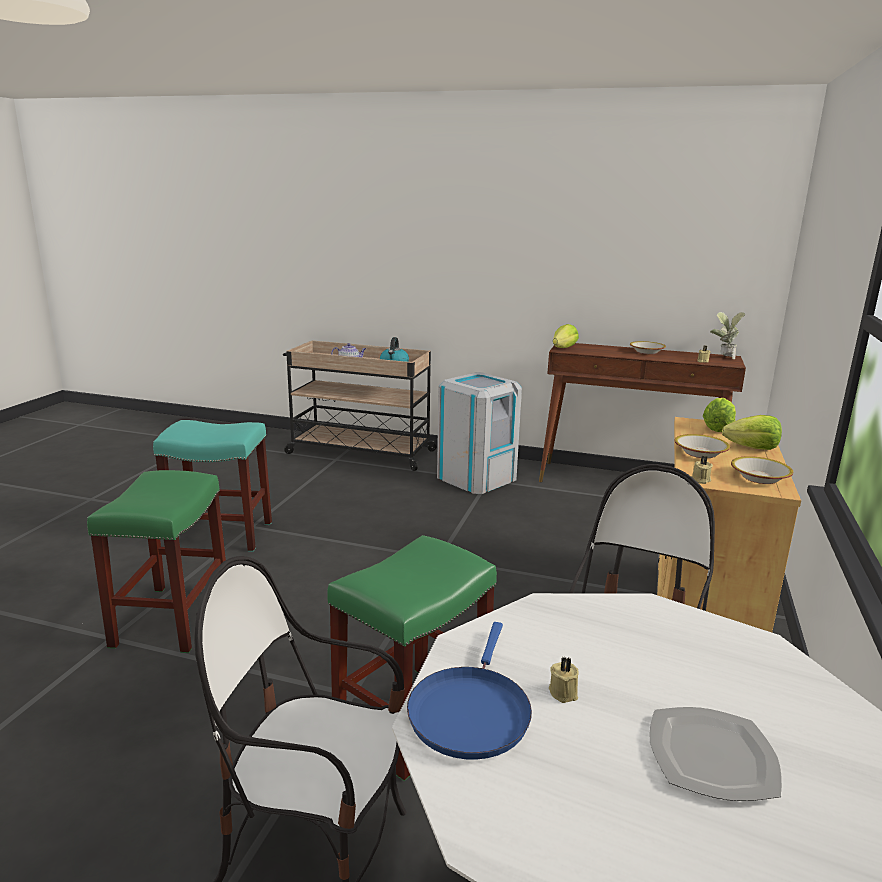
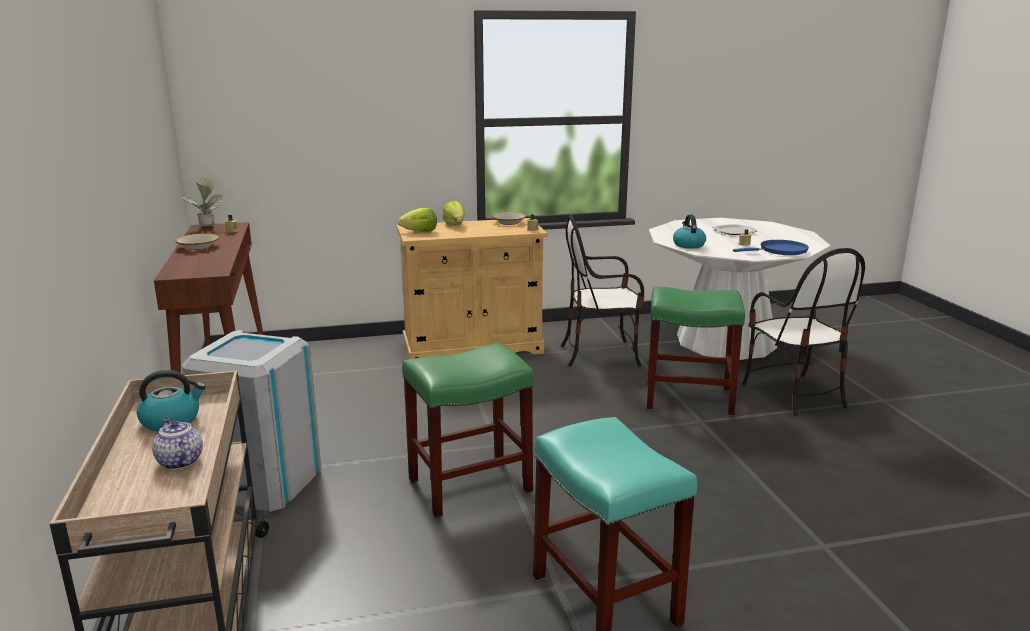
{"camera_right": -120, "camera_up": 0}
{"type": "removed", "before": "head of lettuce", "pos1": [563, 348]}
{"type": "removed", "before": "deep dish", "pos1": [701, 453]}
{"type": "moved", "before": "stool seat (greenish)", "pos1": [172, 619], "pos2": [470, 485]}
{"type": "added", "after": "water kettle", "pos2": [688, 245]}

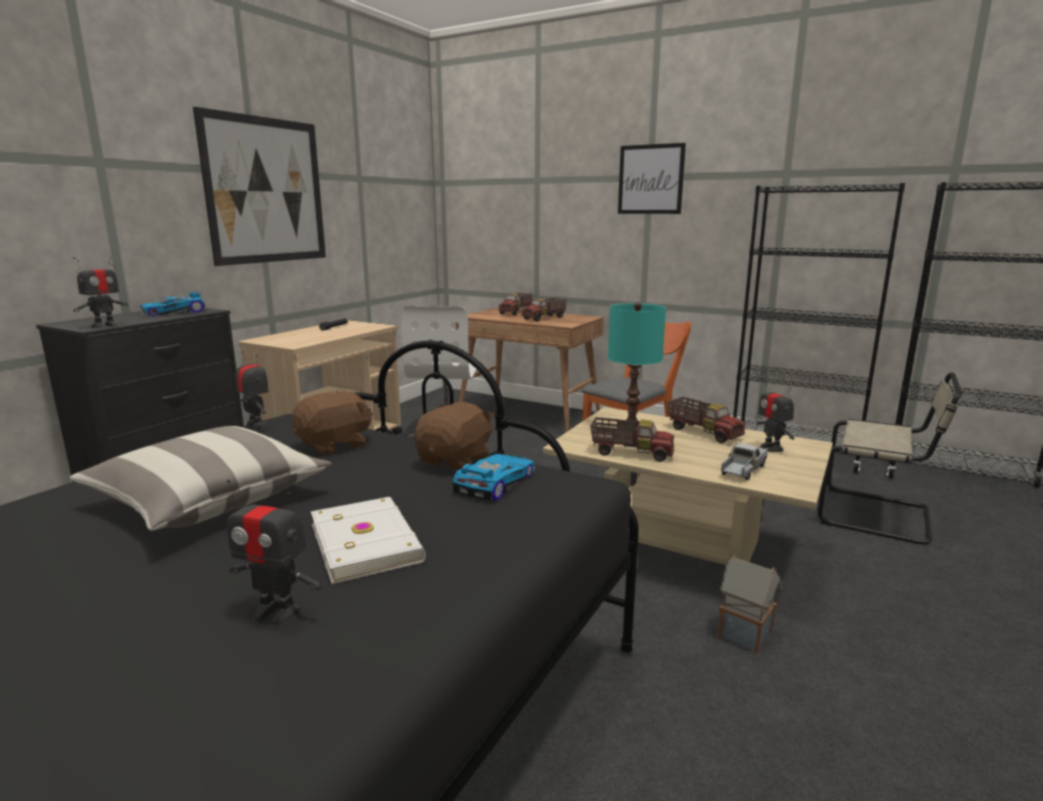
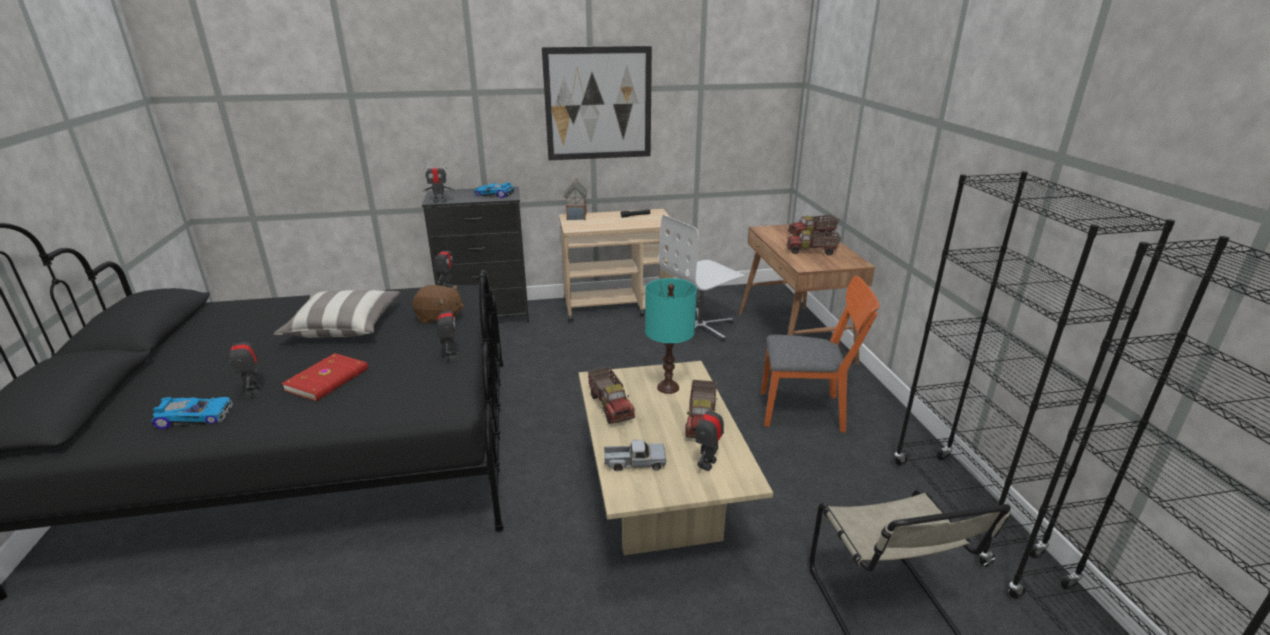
{"camera_right": 50, "camera_up": 10}
{"type": "removed", "before": "wall art", "pos1": [650, 179]}
{"type": "replaced", "before": "cuddly toy (brown)", "after": "robot figure", "pos1": [456, 460], "pos2": [450, 356]}
{"type": "moved", "before": "toy car", "pos1": [493, 483], "pos2": [195, 416]}
{"type": "recoloured", "before": "bound book (whitish)", "after": "bound book (red)", "pos1": [368, 542], "pos2": [328, 380]}
{"type": "moved", "before": "miniature house", "pos1": [746, 634], "pos2": [576, 217]}

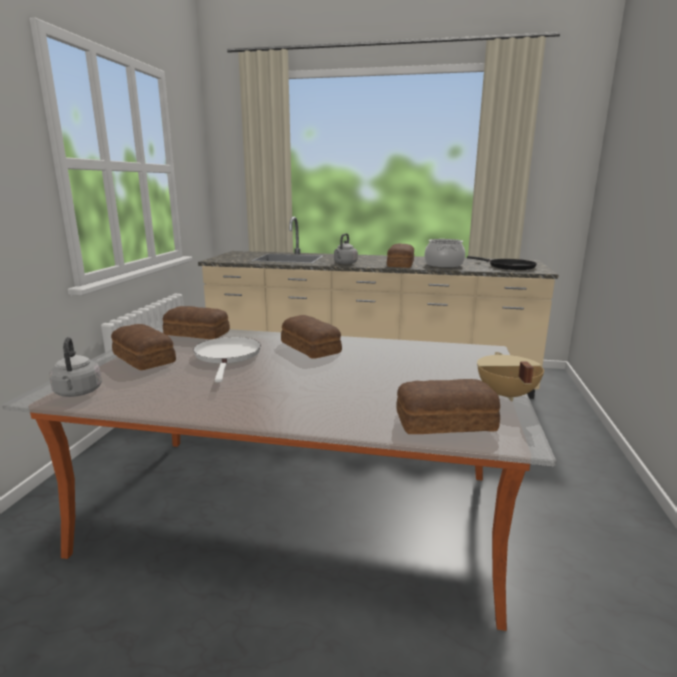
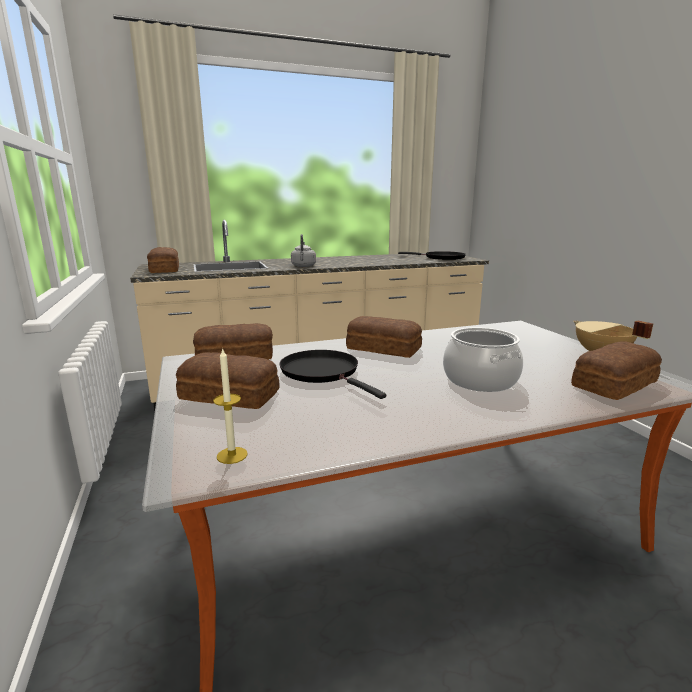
{"camera_right": -30, "camera_up": 0}
{"type": "moved", "before": "saucepot", "pos1": [444, 265], "pos2": [480, 380]}
{"type": "moved", "before": "bakery bread", "pos1": [399, 264], "pos2": [164, 269]}
{"type": "replaced", "before": "water kettle (grey)", "after": "wax candle", "pos1": [78, 393], "pos2": [232, 455]}
{"type": "recoloured", "before": "skillet (whitish)", "after": "skillet (black-coloured)", "pos1": [228, 356], "pos2": [323, 372]}

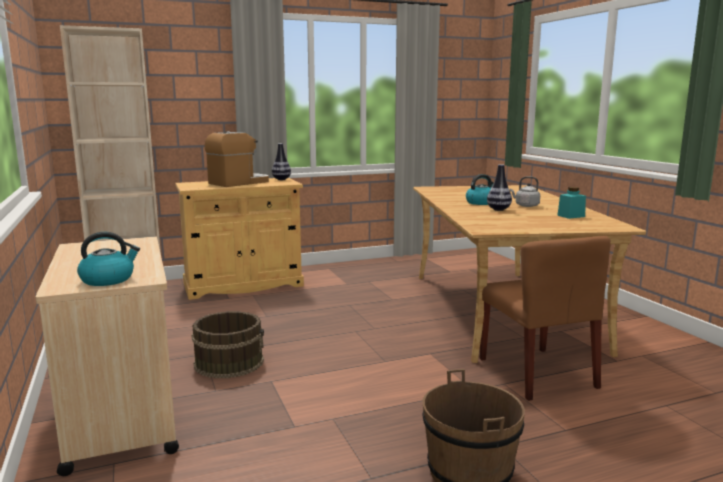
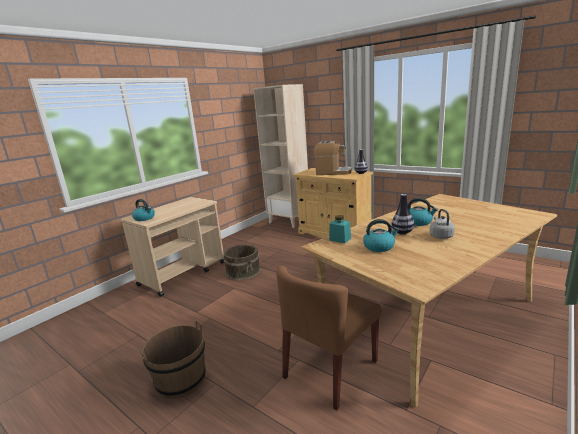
{"camera_right": 60, "camera_up": 5}
{"type": "moved", "before": "preserve jar (blue-green)", "pos1": [571, 216], "pos2": [340, 239]}
{"type": "added", "after": "water kettle", "pos2": [379, 247]}

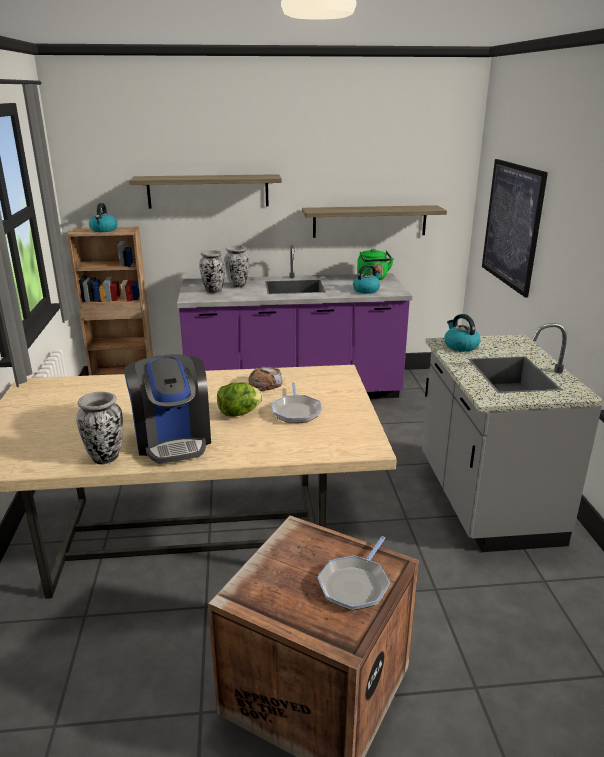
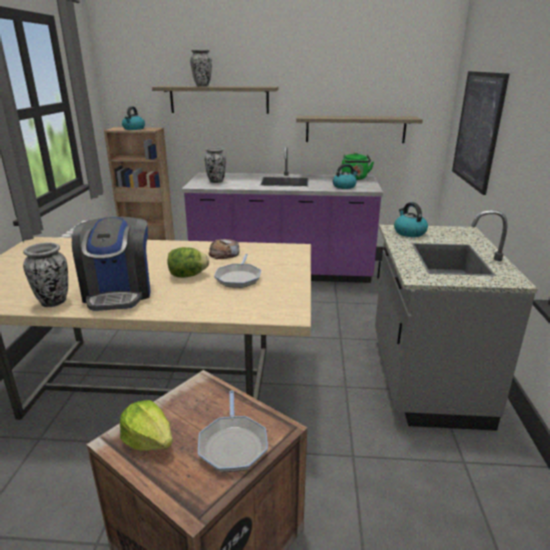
{"camera_right": 10, "camera_up": 0}
{"type": "moved", "before": "decorative vase", "pos1": [238, 285], "pos2": [202, 86]}
{"type": "turned", "before": "skillet", "pos1": [355, 584], "pos2": [233, 444], "turn": -45}
{"type": "added", "after": "head of lettuce", "pos2": [149, 440]}

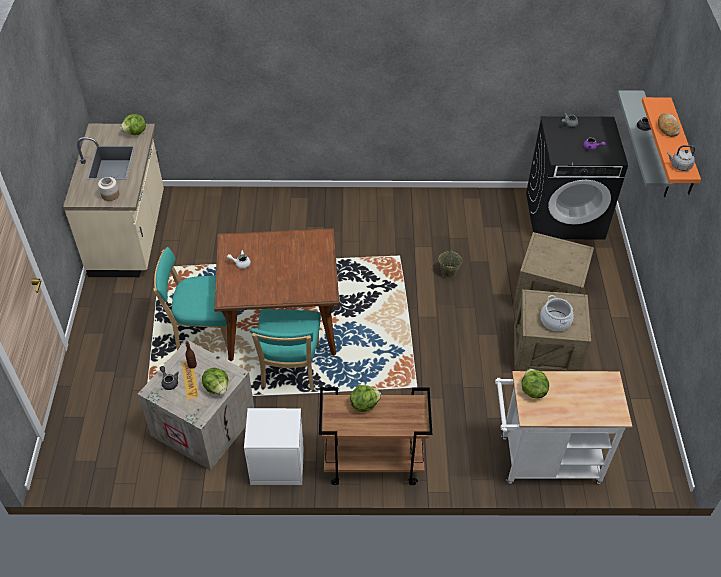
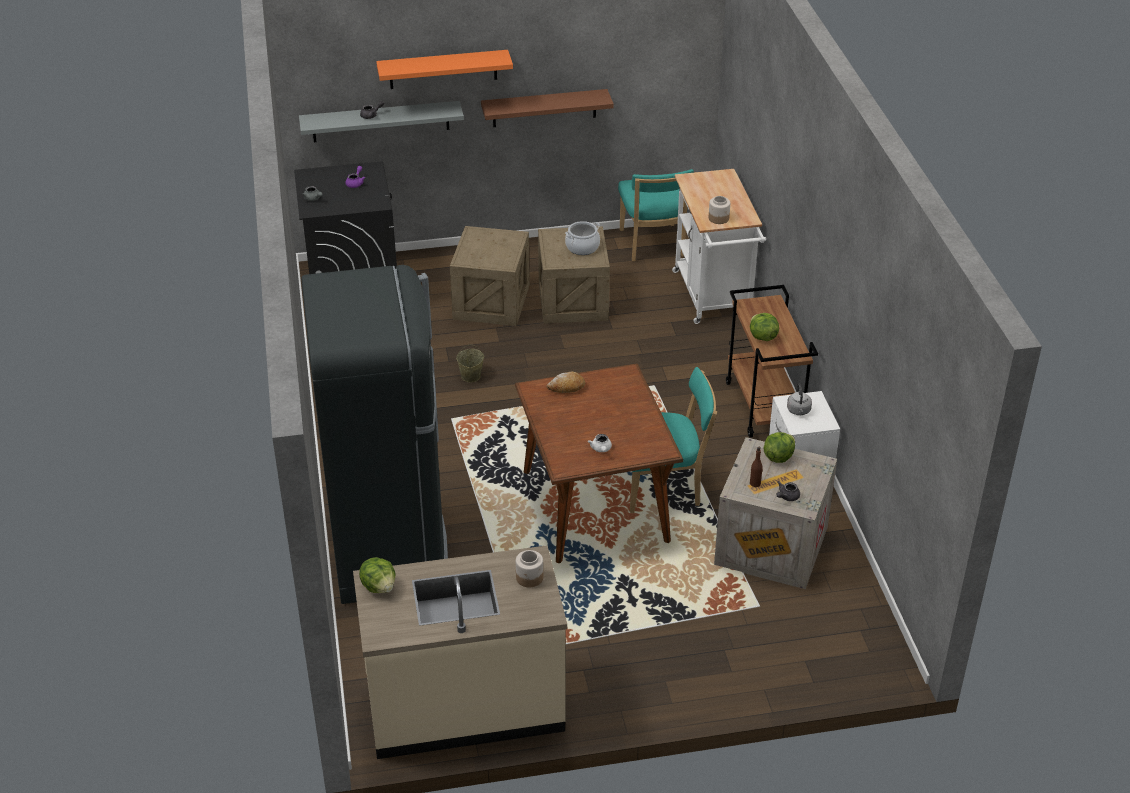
{"camera_right": -100, "camera_up": -10}
{"type": "moved", "before": "bakery bread", "pos1": [667, 128], "pos2": [566, 387]}
{"type": "moved", "before": "water kettle (grey)", "pos1": [679, 166], "pos2": [798, 411]}
{"type": "moved", "before": "upright chair (blue-green)", "pos1": [203, 331], "pos2": [653, 245]}
{"type": "replaced", "before": "head of lettuce", "after": "preserve jar", "pos1": [532, 390], "pos2": [719, 218]}
{"type": "added", "after": "bracket shelf (brown)", "pos2": [544, 108]}
{"type": "added", "after": "fridge (black-coloured)", "pos2": [389, 548]}

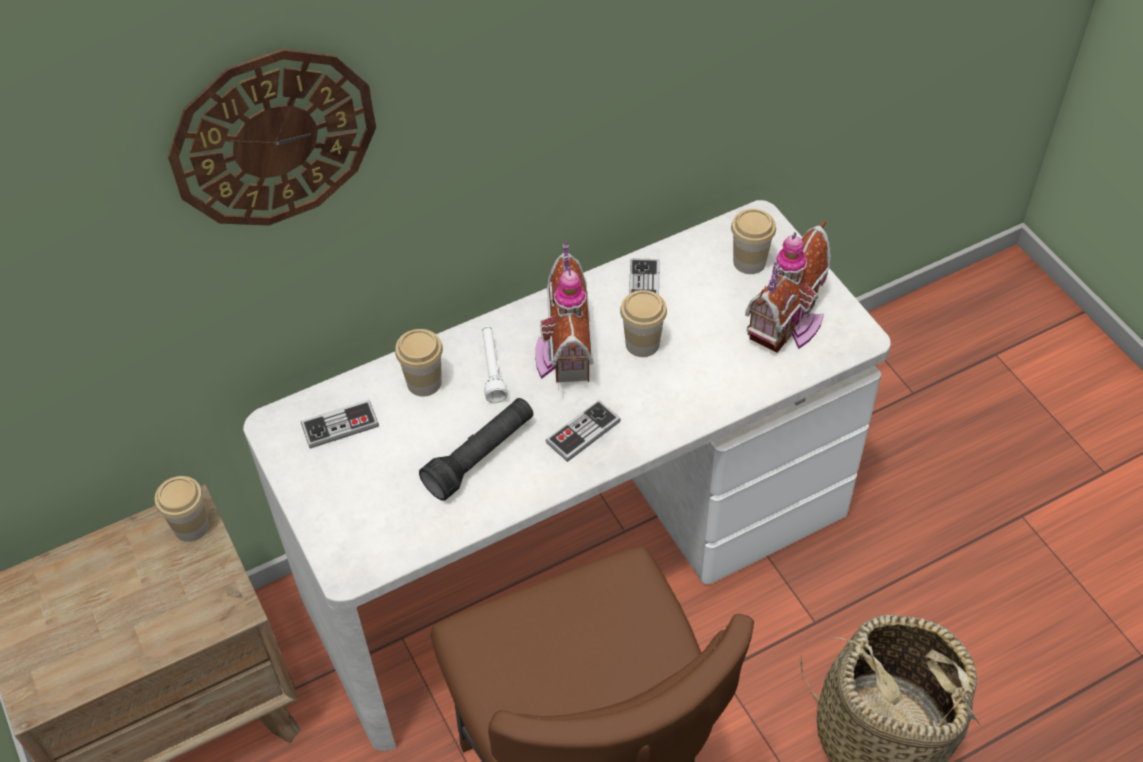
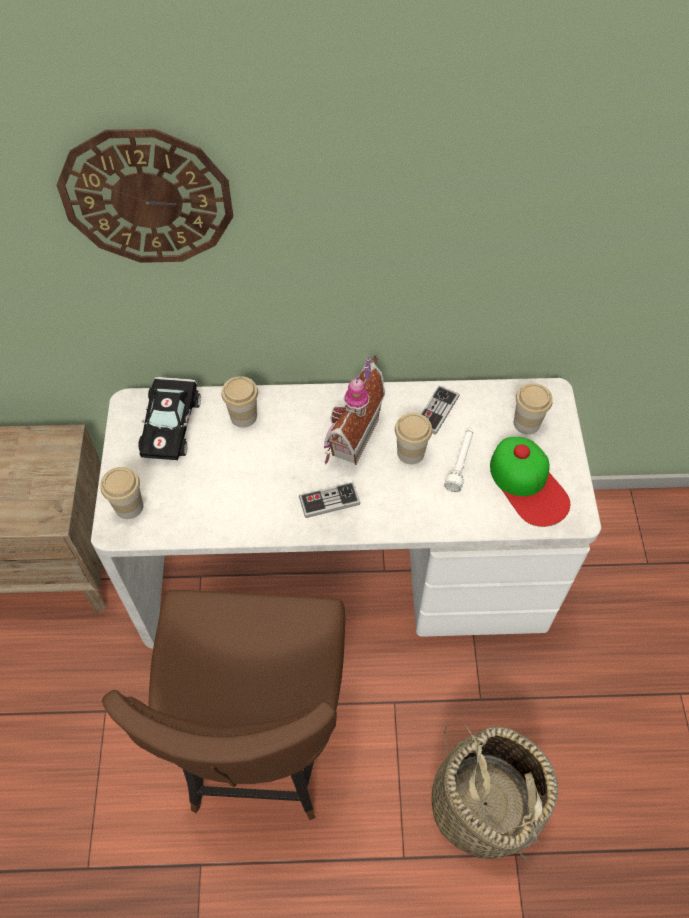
{"camera_right": 25, "camera_up": 5}
{"type": "replaced", "before": "miniature house", "after": "peaked cap", "pos1": [789, 324], "pos2": [528, 484]}
{"type": "moved", "before": "torch (whitish)", "pos1": [492, 368], "pos2": [460, 463]}
{"type": "removed", "before": "torch (black-coloured)", "pos1": [481, 456]}
{"type": "replaced", "before": "joypad", "after": "toy car (black-coloured)", "pos1": [340, 425], "pos2": [171, 423]}
{"type": "moved", "before": "cup", "pos1": [191, 526], "pos2": [129, 506]}

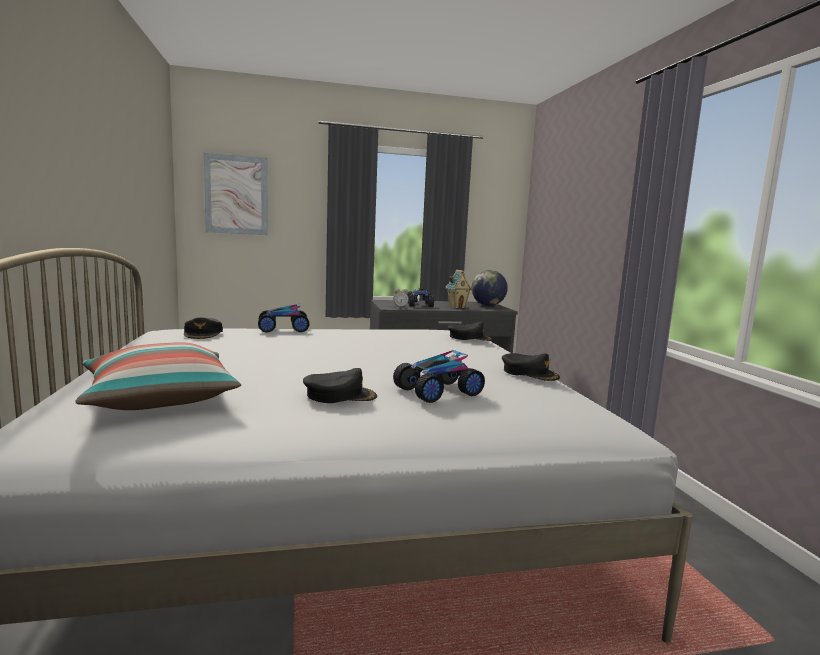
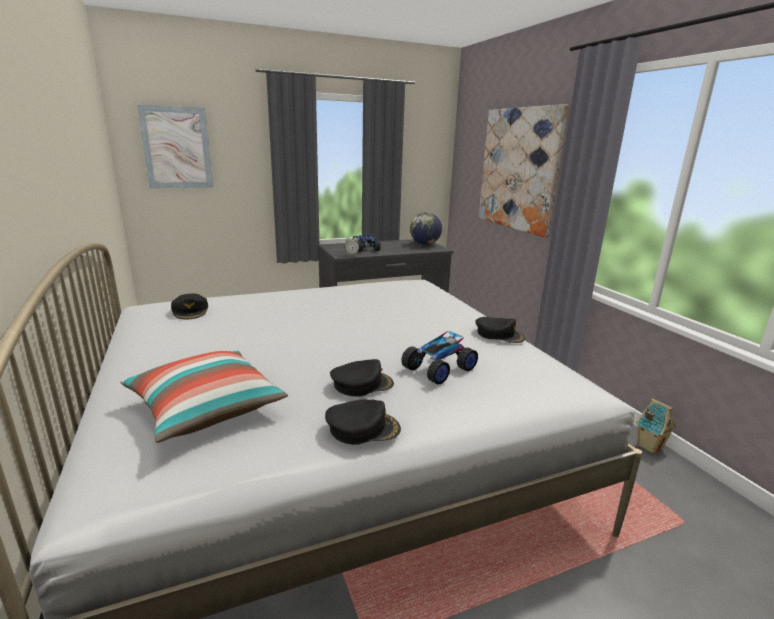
{"camera_right": -10, "camera_up": 10}
{"type": "moved", "before": "miniature house", "pos1": [457, 307], "pos2": [649, 446]}
{"type": "removed", "before": "toy car", "pos1": [283, 329]}
{"type": "moved", "before": "peaked cap (black-coloured)", "pos1": [469, 337], "pos2": [363, 428]}
{"type": "added", "after": "wall art", "pos2": [519, 169]}

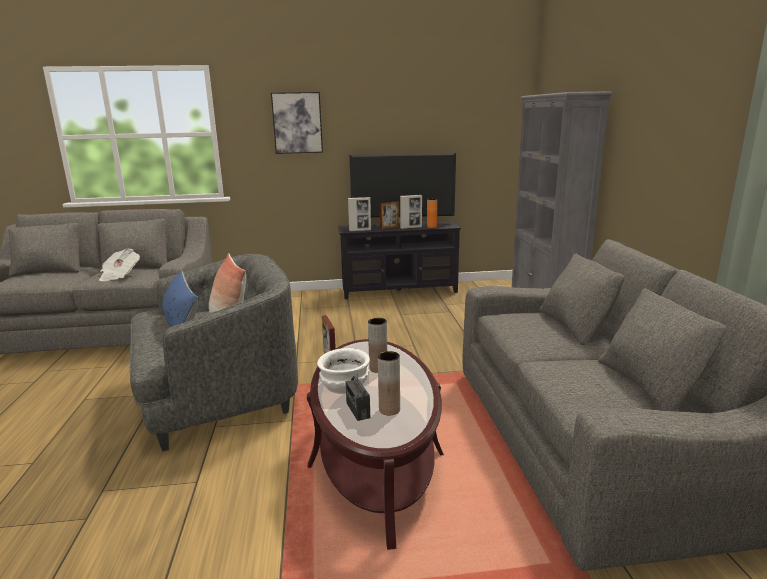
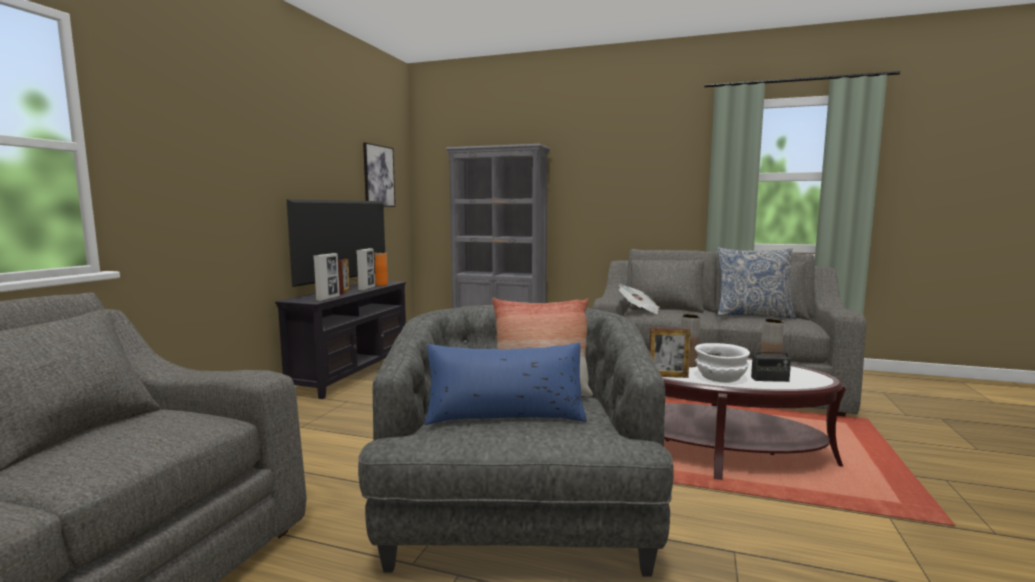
{"camera_right": -65, "camera_up": -10}
{"type": "moved", "before": "wall art", "pos1": [297, 123], "pos2": [378, 176]}
{"type": "moved", "before": "newspaper", "pos1": [119, 275], "pos2": [639, 310]}
{"type": "added", "after": "throw pillow", "pos2": [752, 315]}

